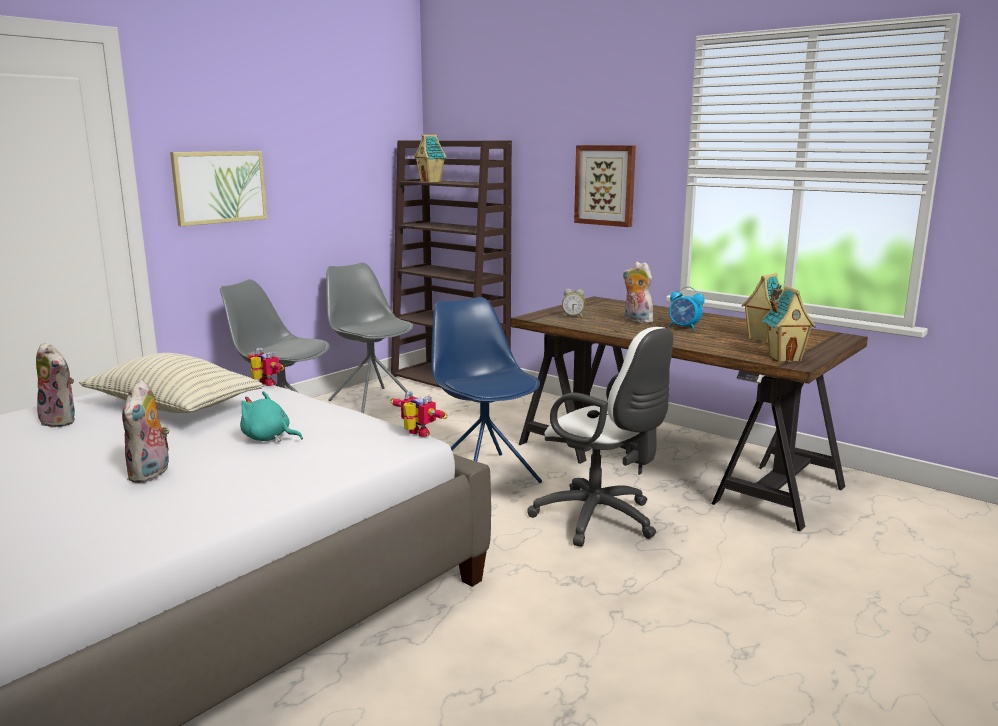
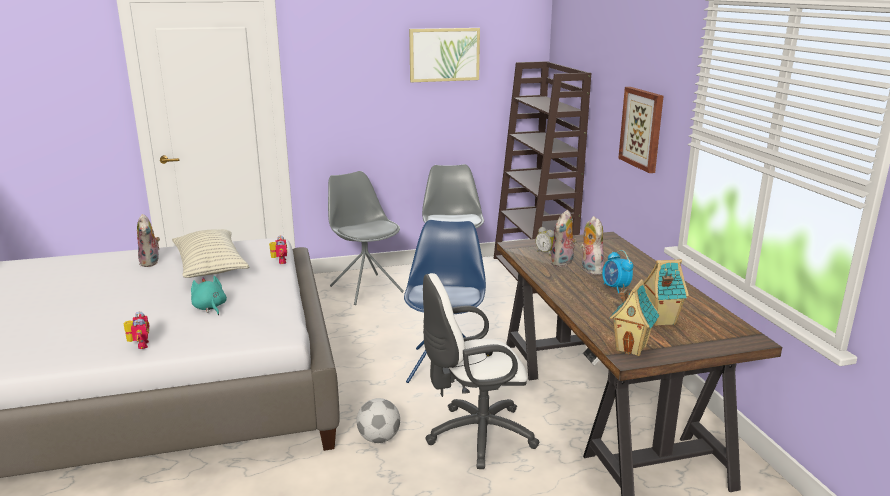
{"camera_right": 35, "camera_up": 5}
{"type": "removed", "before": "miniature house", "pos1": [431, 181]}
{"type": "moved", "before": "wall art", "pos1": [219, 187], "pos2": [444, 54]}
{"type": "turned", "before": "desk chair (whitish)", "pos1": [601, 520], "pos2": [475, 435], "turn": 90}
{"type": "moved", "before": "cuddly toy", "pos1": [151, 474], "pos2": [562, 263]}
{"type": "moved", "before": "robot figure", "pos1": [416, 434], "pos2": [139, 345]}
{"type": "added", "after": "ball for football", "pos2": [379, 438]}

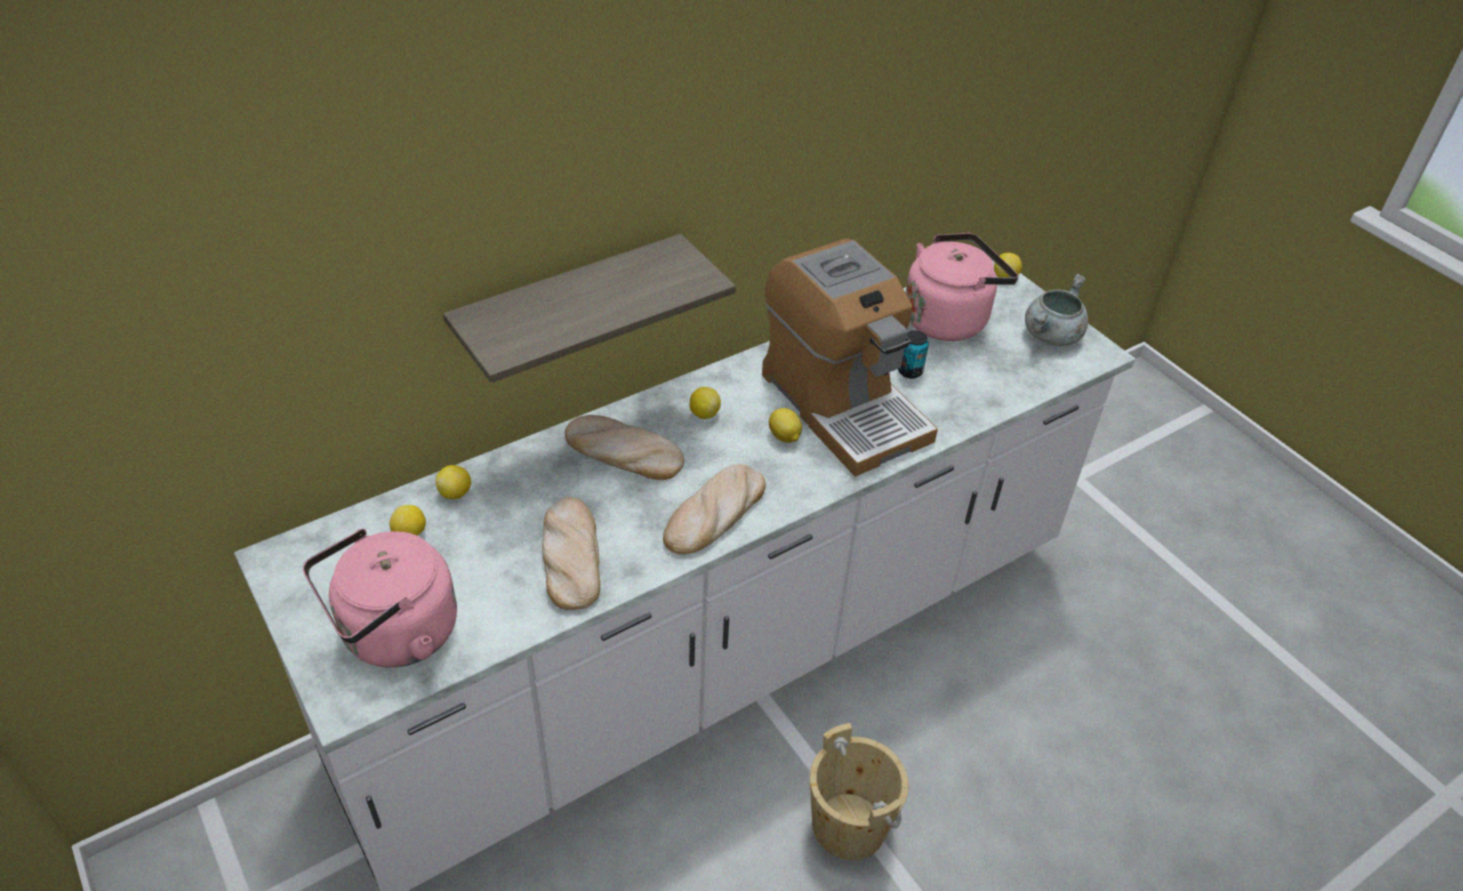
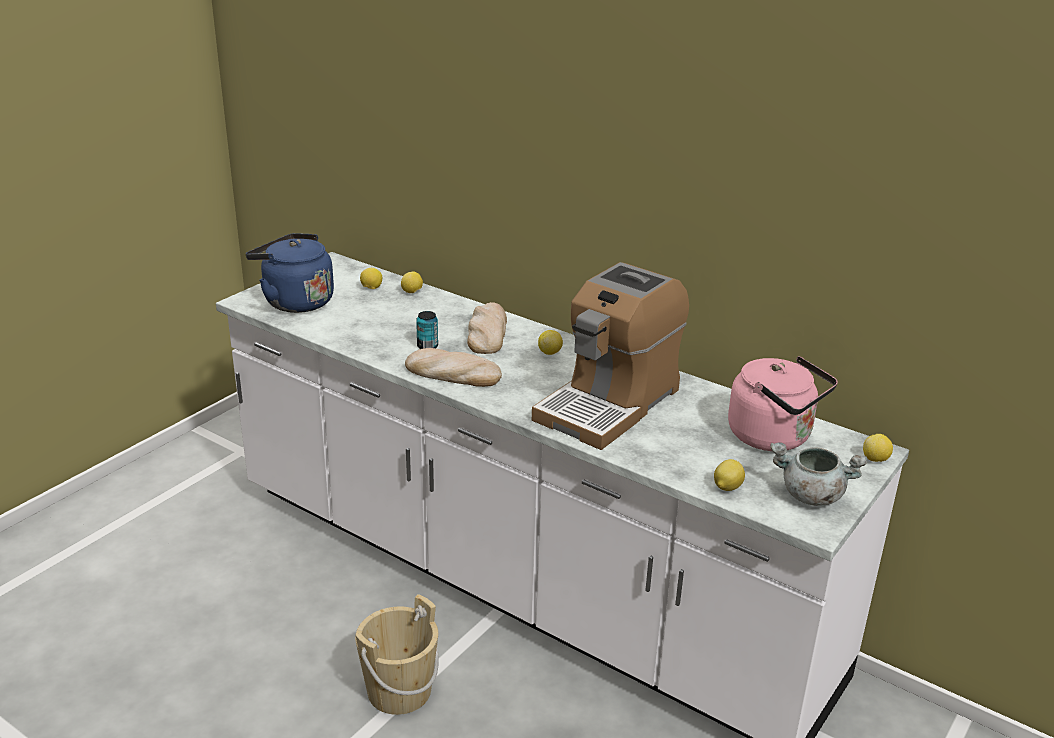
{"camera_right": 70, "camera_up": -15}
{"type": "removed", "before": "bracket shelf", "pos1": [570, 311]}
{"type": "moved", "before": "can", "pos1": [910, 371], "pos2": [427, 347]}
{"type": "moved", "before": "citrus fruit", "pos1": [784, 437], "pos2": [726, 487]}
{"type": "removed", "before": "bakery bread", "pos1": [571, 556]}
{"type": "recoloured", "before": "water kettle (pink-coloured)", "after": "water kettle (blue)", "pos1": [394, 635], "pos2": [295, 301]}

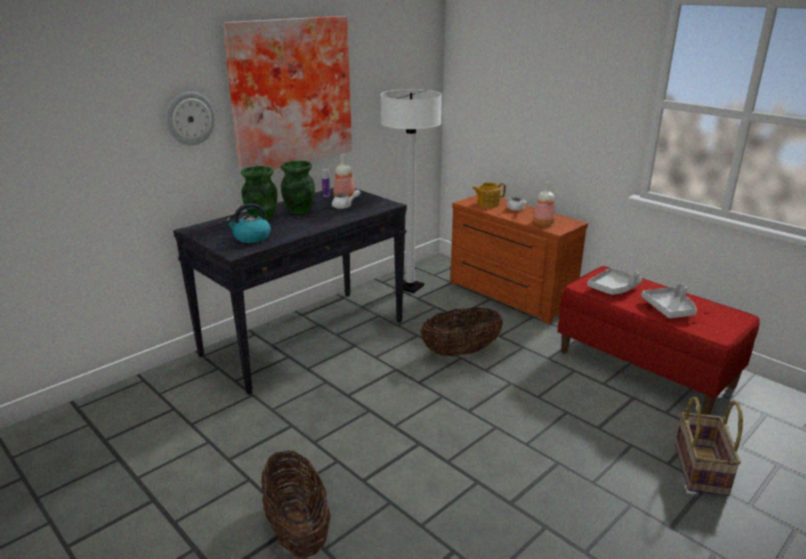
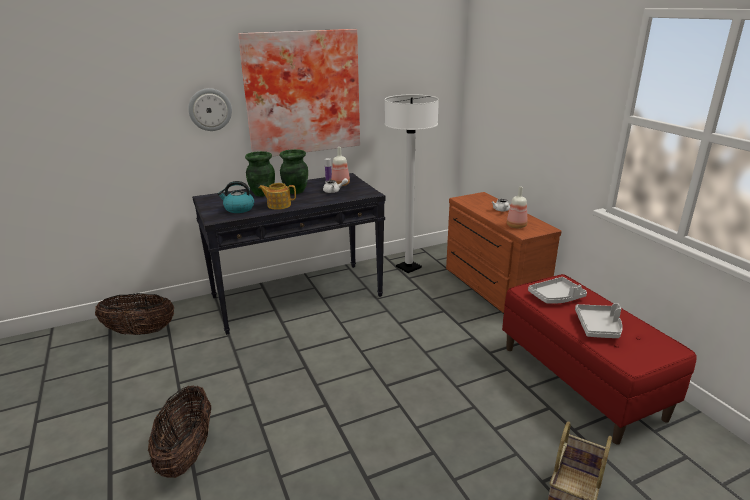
{"camera_right": 20, "camera_up": 0}
{"type": "moved", "before": "teapot", "pos1": [487, 203], "pos2": [278, 205]}
{"type": "moved", "before": "basket", "pos1": [461, 352], "pos2": [140, 332]}

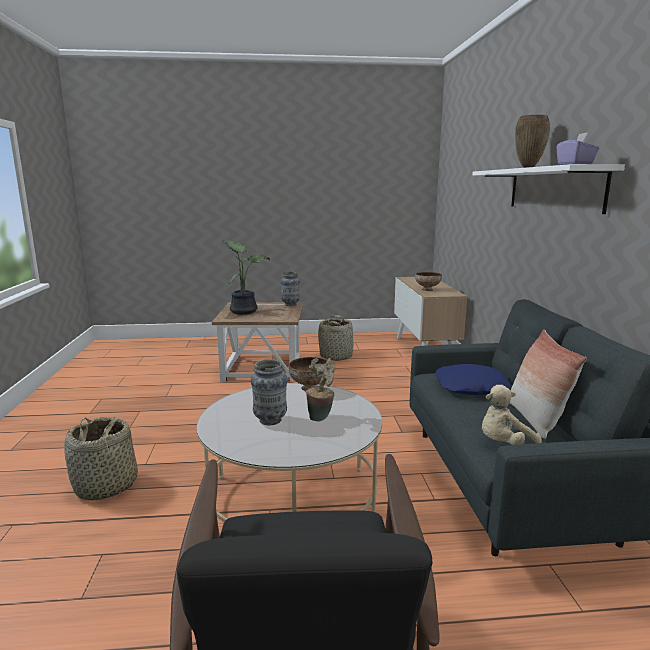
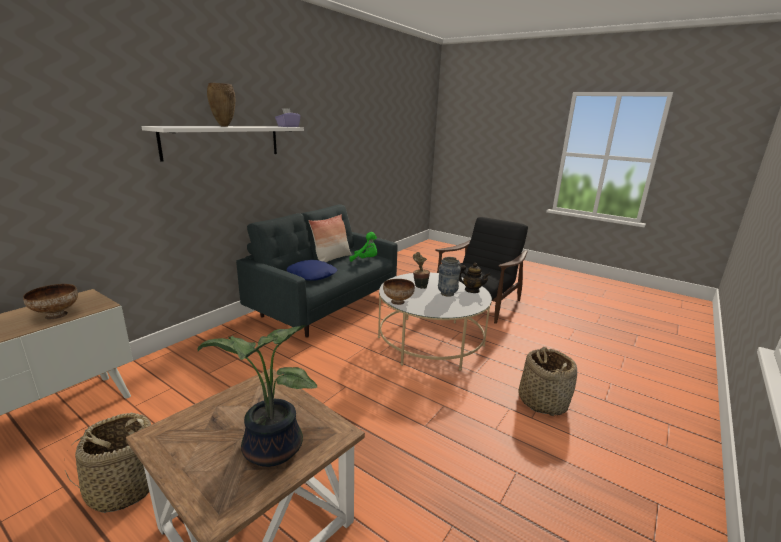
{"camera_right": -140, "camera_up": 5}
{"type": "removed", "before": "decorative vase", "pos1": [290, 304]}
{"type": "recoloured", "before": "cuddly toy (beige)", "after": "cuddly toy (greenish)", "pos1": [504, 444], "pos2": [365, 260]}
{"type": "added", "after": "teapot", "pos2": [472, 290]}

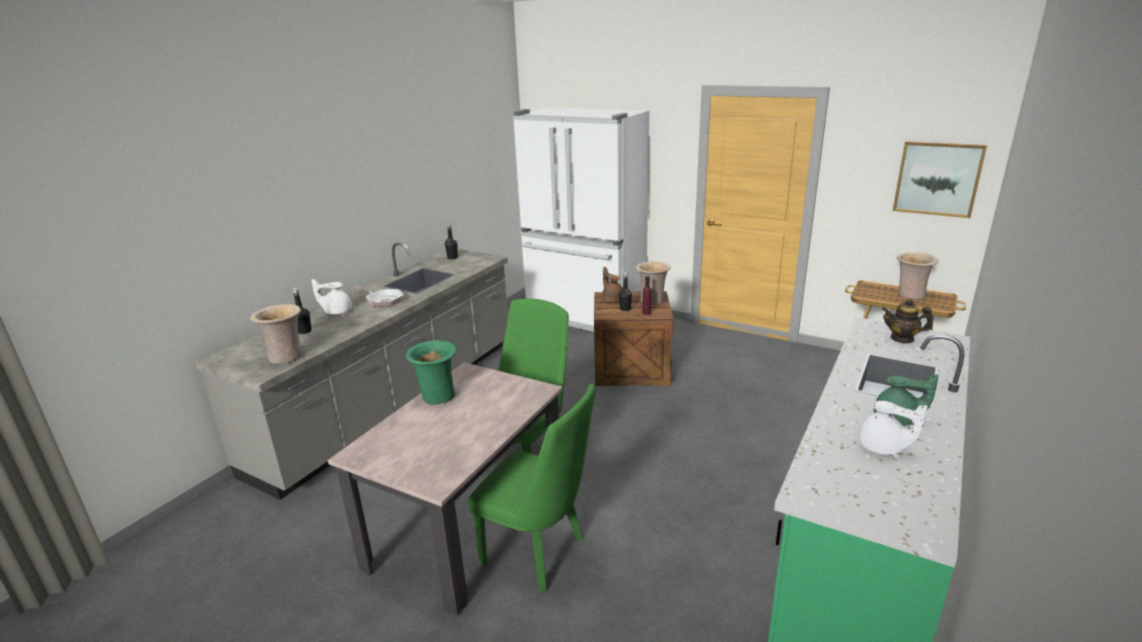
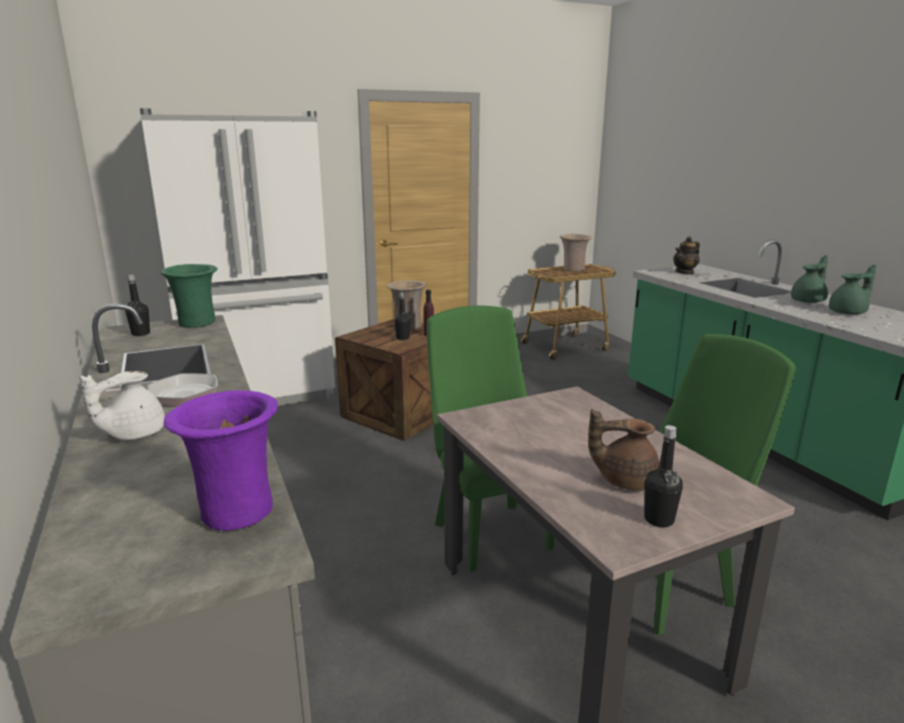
{"camera_right": -55, "camera_up": -5}
{"type": "removed", "before": "wall art", "pos1": [937, 178]}
{"type": "moved", "before": "teapot (brown)", "pos1": [613, 300], "pos2": [624, 480]}
{"type": "moved", "before": "drink bottle (black-coloured)", "pos1": [304, 331], "pos2": [658, 520]}
{"type": "recoloured", "before": "decorative vase (beige)", "after": "decorative vase (purplish)", "pos1": [286, 357], "pos2": [234, 511]}
{"type": "moved", "before": "decorative vase (greenish)", "pos1": [437, 398], "pos2": [197, 324]}
{"type": "recoloured", "before": "teapot (whitish)", "after": "teapot (greenish)", "pos1": [883, 448], "pos2": [849, 312]}

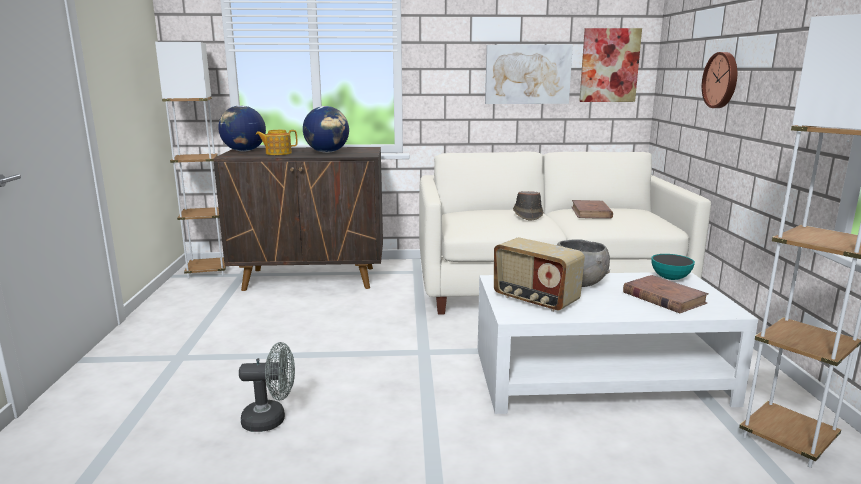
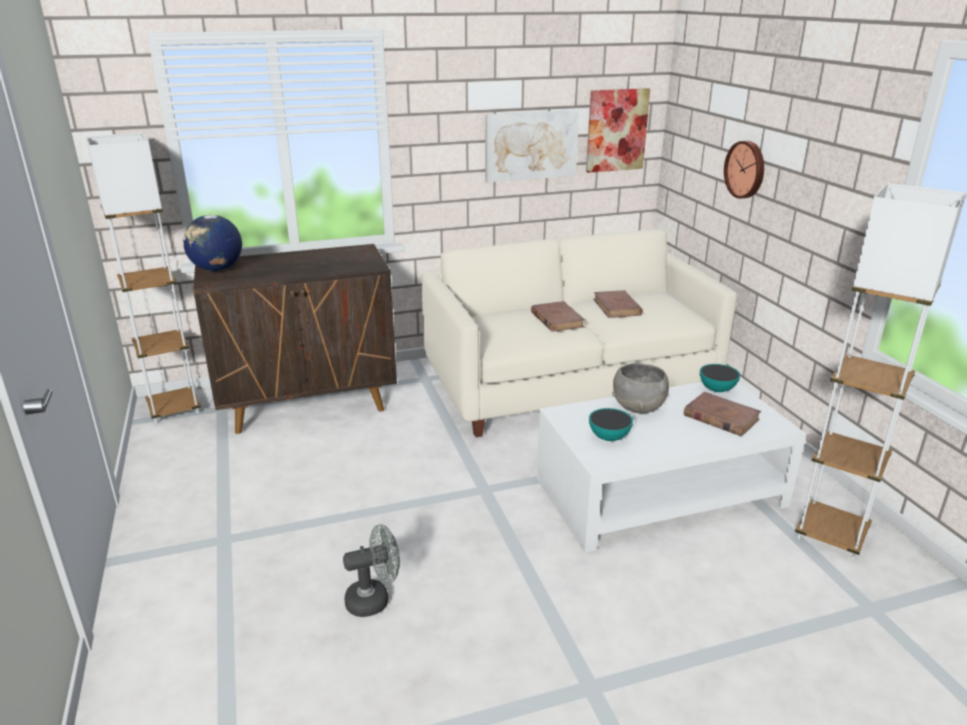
{"camera_right": -15, "camera_up": 10}
{"type": "removed", "before": "desk globe", "pos1": [327, 152]}
{"type": "removed", "before": "teapot", "pos1": [278, 153]}
{"type": "replaced", "before": "wearable hat (brown)", "after": "bound book (brown)", "pos1": [527, 215], "pos2": [557, 319]}
{"type": "replaced", "before": "radio", "after": "deep dish", "pos1": [535, 300], "pos2": [609, 437]}

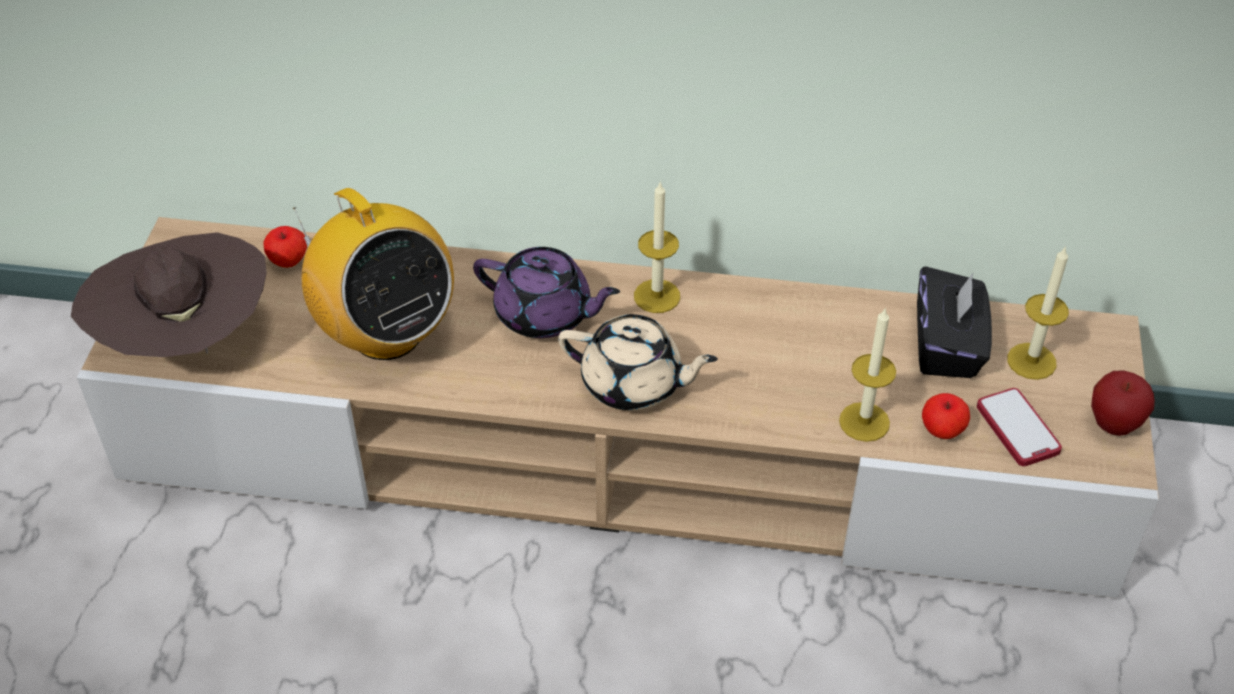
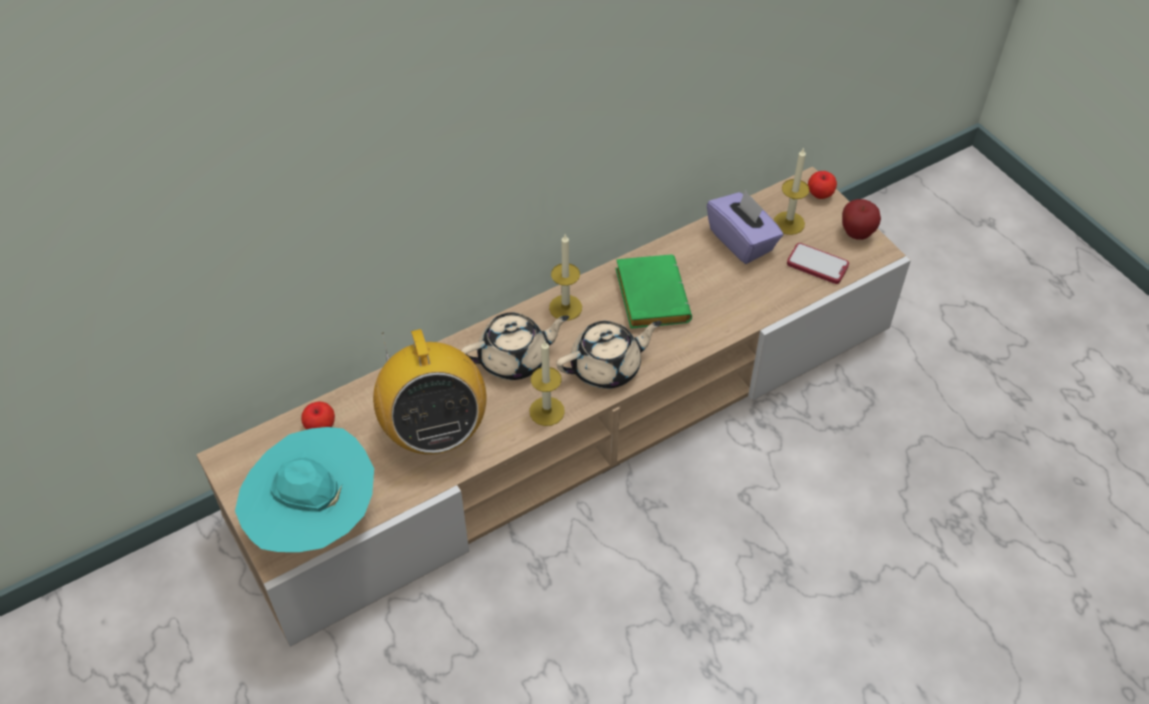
{"camera_right": -40, "camera_up": 5}
{"type": "turned", "before": "radio", "pos1": [386, 334], "pos2": [434, 431], "turn": 60}
{"type": "recoloured", "before": "wearable hat (brown)", "after": "wearable hat (blue-green)", "pos1": [186, 341], "pos2": [313, 518]}
{"type": "recoloured", "before": "teapot (purplish)", "after": "teapot (beige)", "pos1": [545, 314], "pos2": [515, 359]}
{"type": "recoloured", "before": "box of tissues (black-coloured)", "after": "box of tissues (purplish)", "pos1": [947, 346], "pos2": [742, 240]}
{"type": "moved", "before": "wax candle", "pos1": [864, 422], "pos2": [547, 411]}
{"type": "moved", "before": "apple fruit", "pos1": [942, 430], "pos2": [820, 194]}
{"type": "added", "after": "bound book (greenish)", "pos2": [649, 295]}

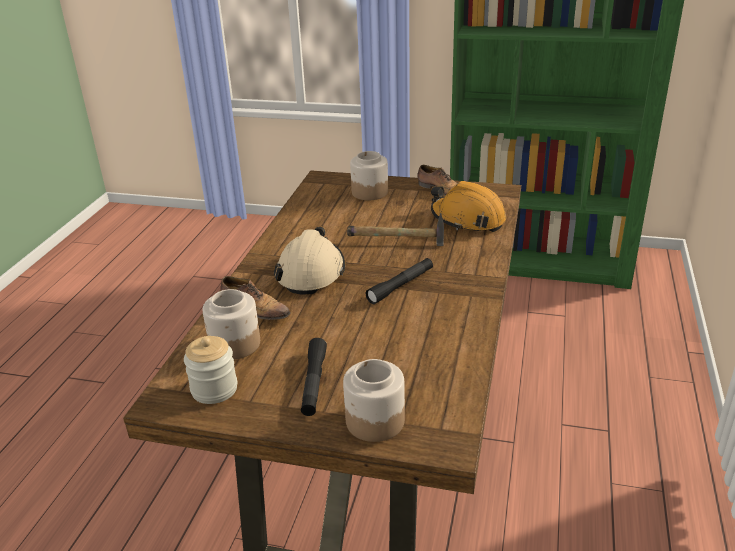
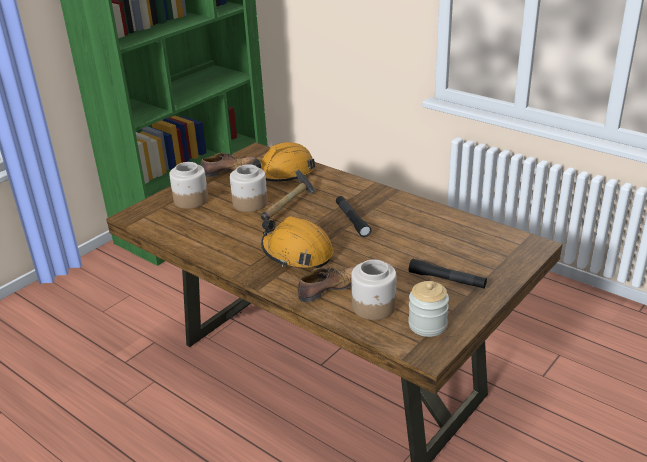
{"camera_right": -65, "camera_up": 0}
{"type": "recoloured", "before": "safety helmet (beige)", "after": "safety helmet (orangey)", "pos1": [311, 272], "pos2": [297, 253]}
{"type": "moved", "before": "preserve jar", "pos1": [374, 420], "pos2": [249, 203]}

